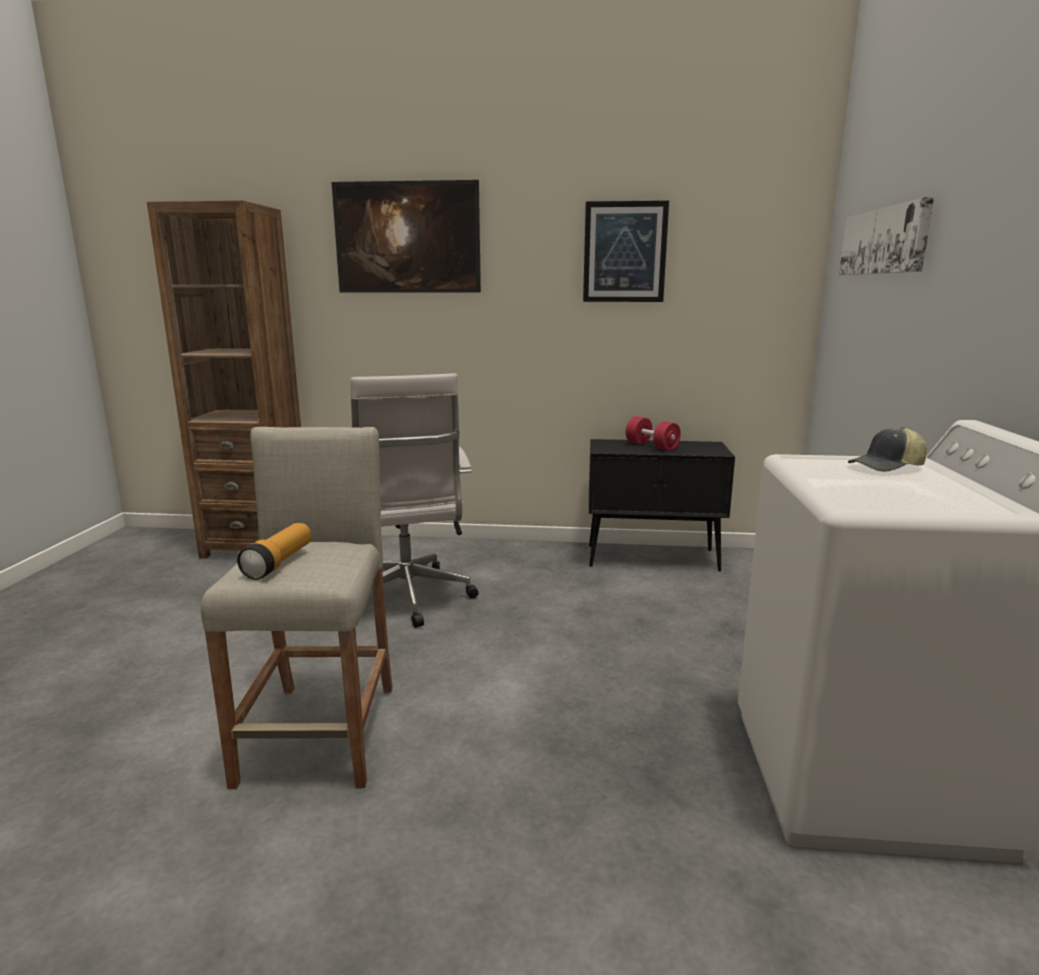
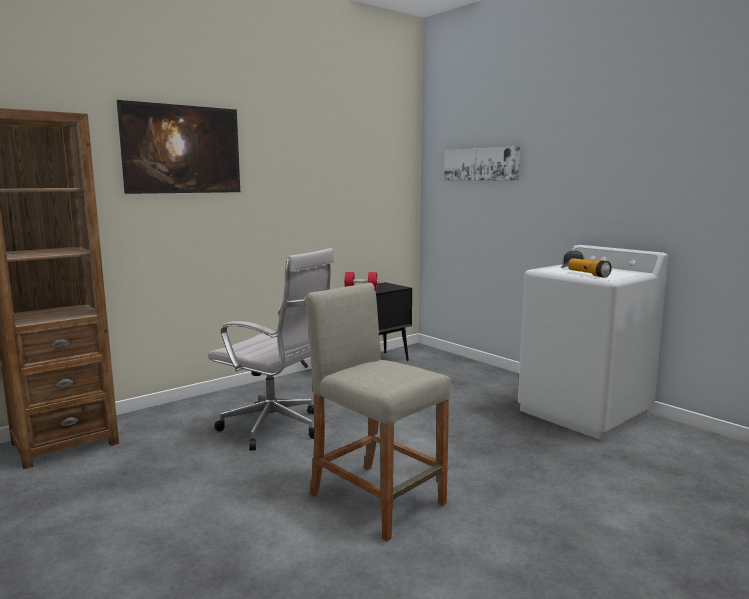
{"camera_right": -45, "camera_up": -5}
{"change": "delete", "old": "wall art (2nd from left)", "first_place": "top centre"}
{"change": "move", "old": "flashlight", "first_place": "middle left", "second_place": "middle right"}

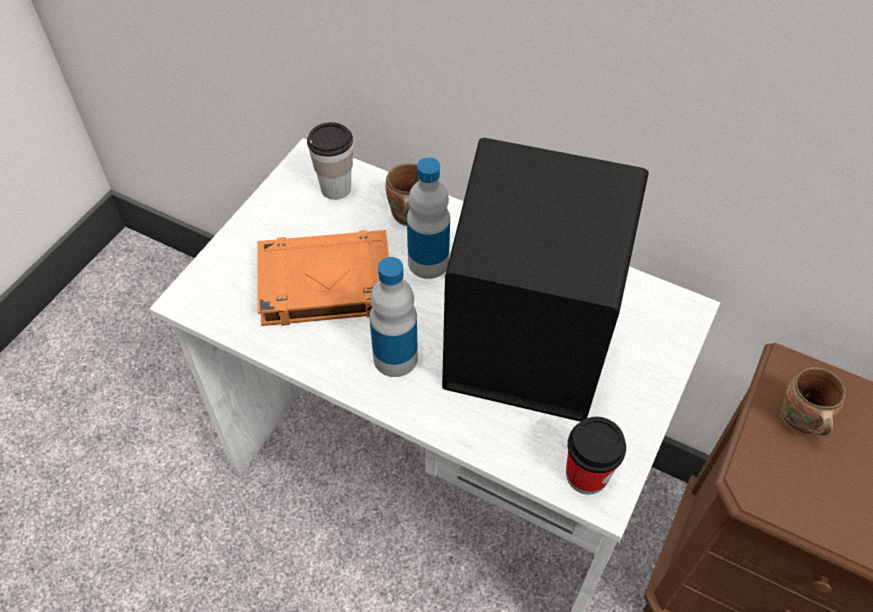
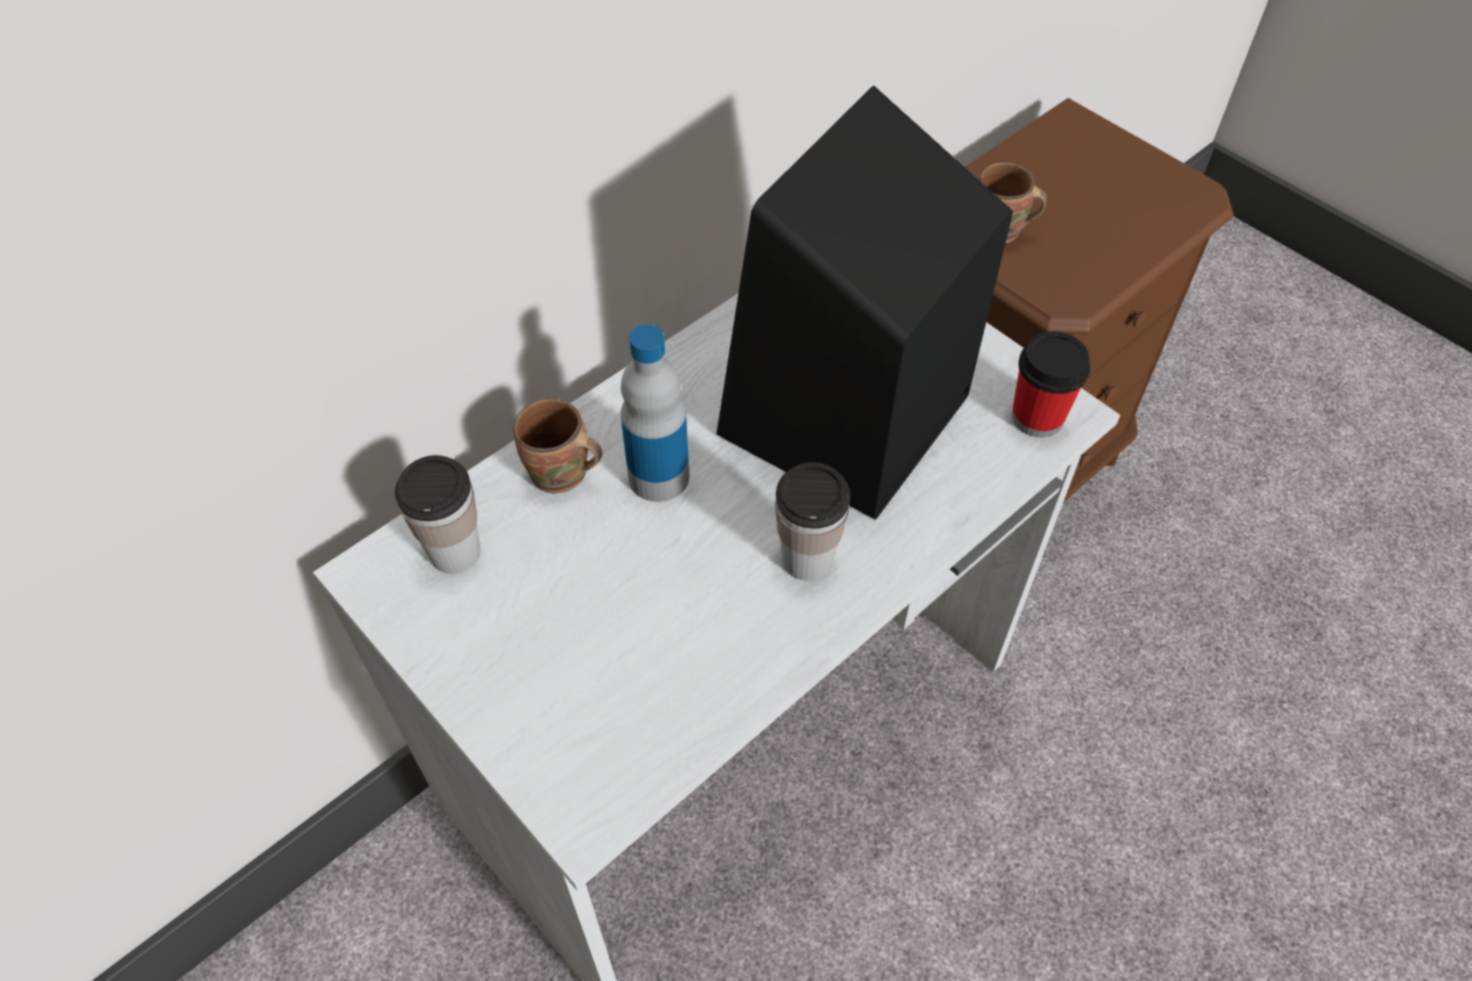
{"camera_right": -70, "camera_up": 0}
{"change": "delete", "old": "orangey book", "first_place": "centre"}
{"change": "replace", "old": "bottle (1st from left)", "new": "small cup (2nd from left)", "first_place": "centre", "second_place": "centre"}

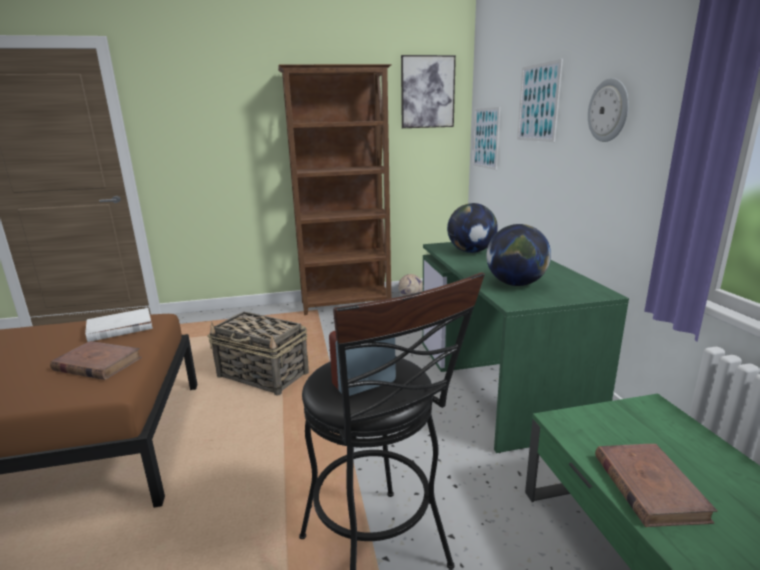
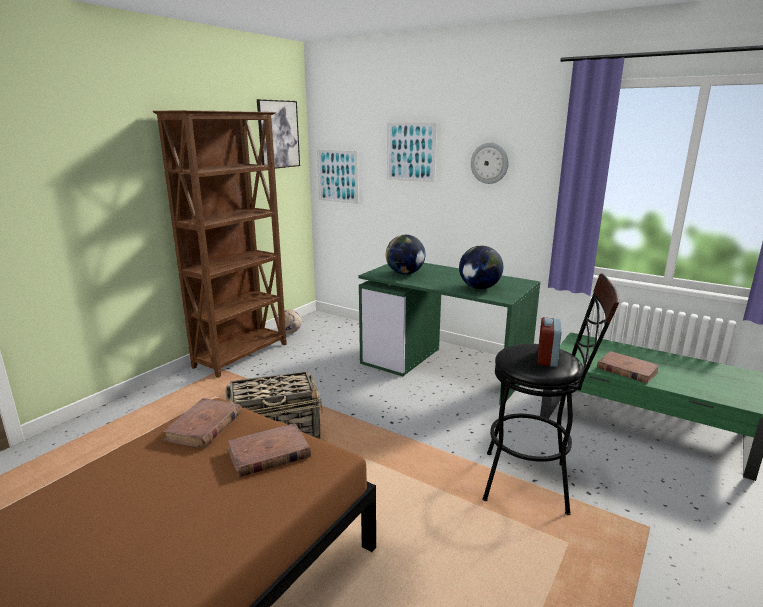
{"camera_right": -45, "camera_up": 0}
{"change": "recolor", "old": "whitish book", "new": "brownish book (1st from left)", "first_place": "middle left", "second_place": "bottom left"}

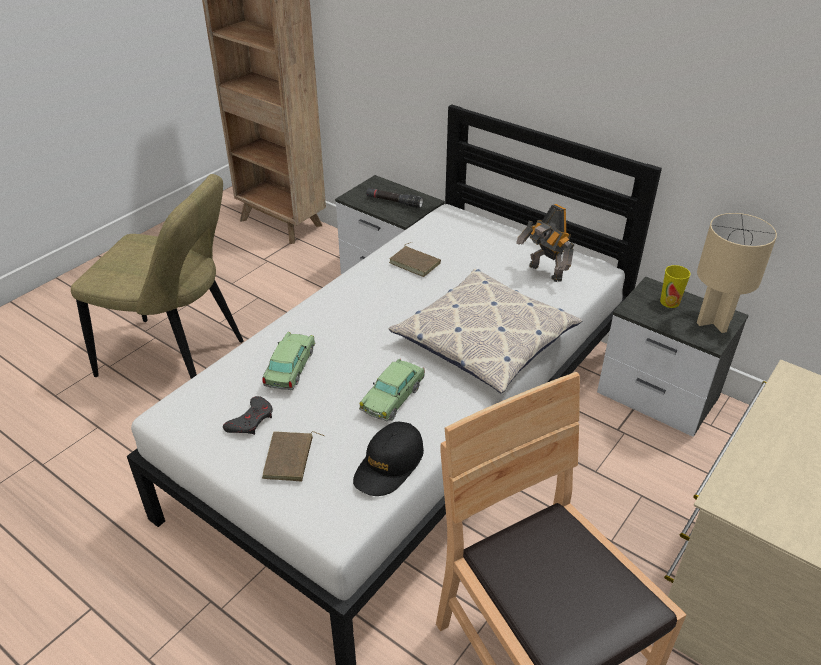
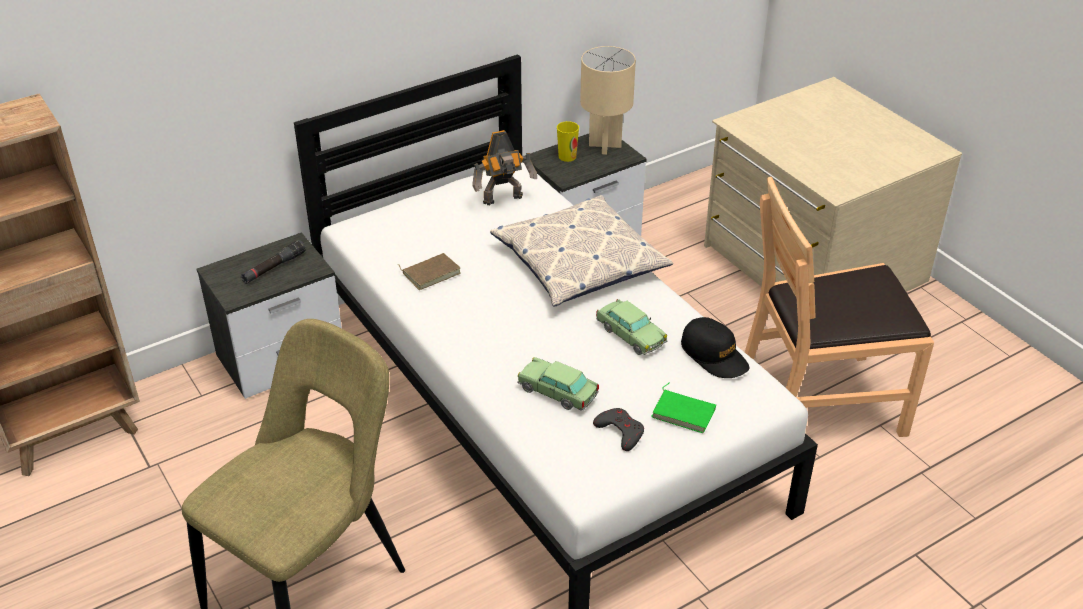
{"camera_right": -70, "camera_up": 0}
{"change": "recolor", "old": "brownish book (1st from left)", "new": "green book", "first_place": "bottom centre", "second_place": "bottom centre"}

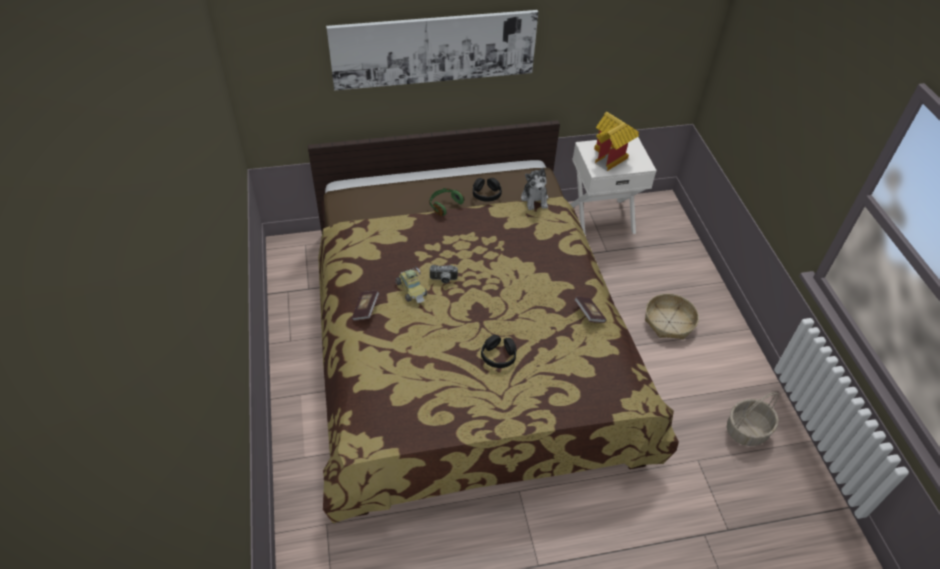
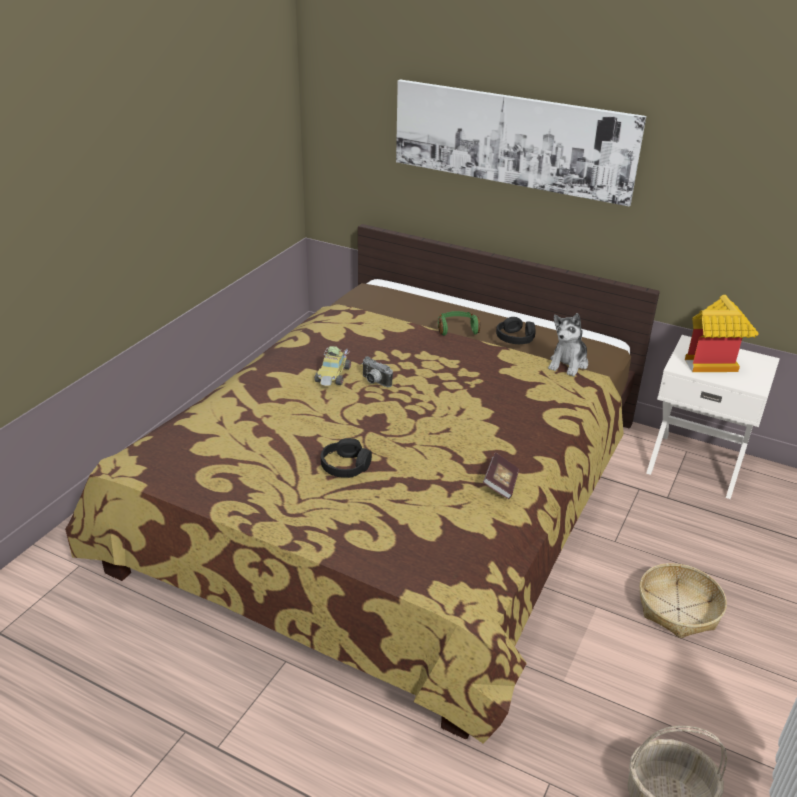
{"camera_right": 40, "camera_up": -15}
{"change": "delete", "old": "book (1st from left)", "first_place": "centre"}

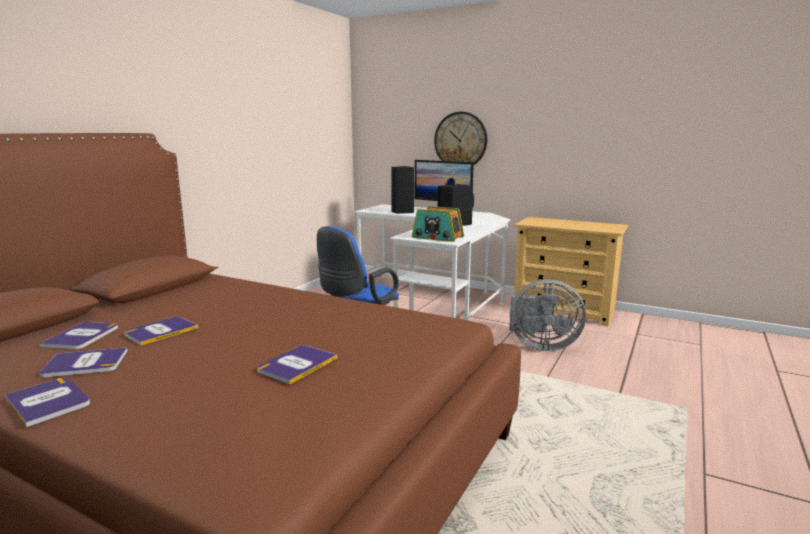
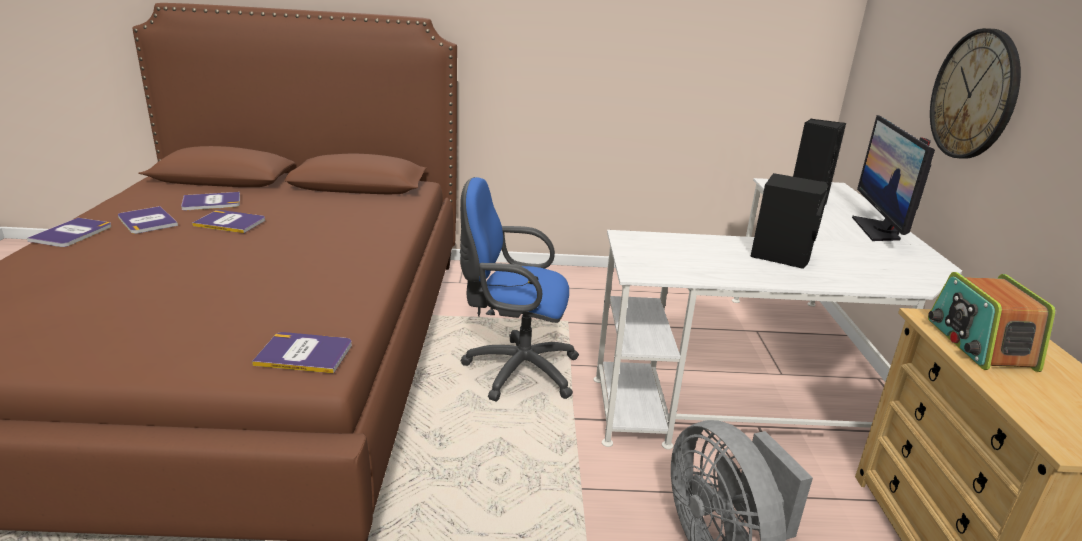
{"camera_right": 60, "camera_up": 10}
{"change": "move", "old": "book (5th from left)", "first_place": "bottom centre", "second_place": "middle left"}
{"change": "move", "old": "radio receiver", "first_place": "centre", "second_place": "middle right"}

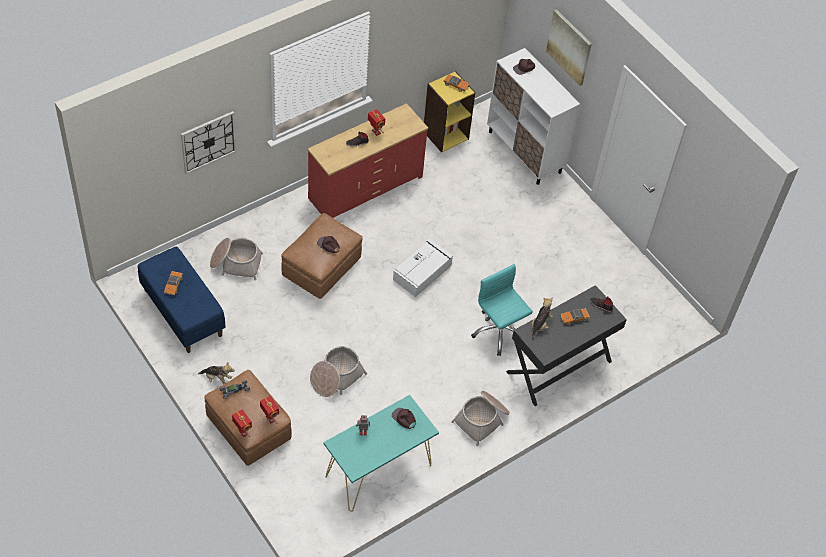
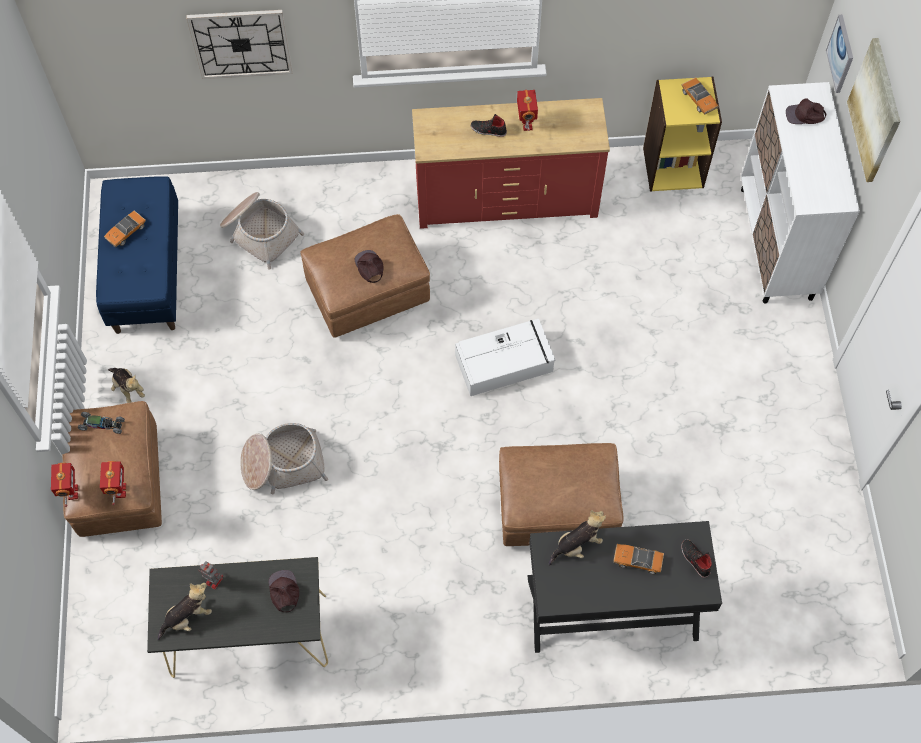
{"camera_right": 35, "camera_up": 10}
{"change": "delete", "old": "basket (3rd from left)", "first_place": "bottom centre"}
{"change": "insert", "new": "plush toy (2nd from left)", "second_place": "bottom left"}
{"change": "insert", "new": "wall art (1st from left)", "second_place": "top right"}
{"change": "replace", "old": "blue-green computer chair", "new": "brownish pouffe (3rd from left)", "first_place": "centre", "second_place": "centre"}
{"change": "recolor", "old": "blue-green hall table", "new": "black hall table", "first_place": "bottom centre", "second_place": "bottom left"}

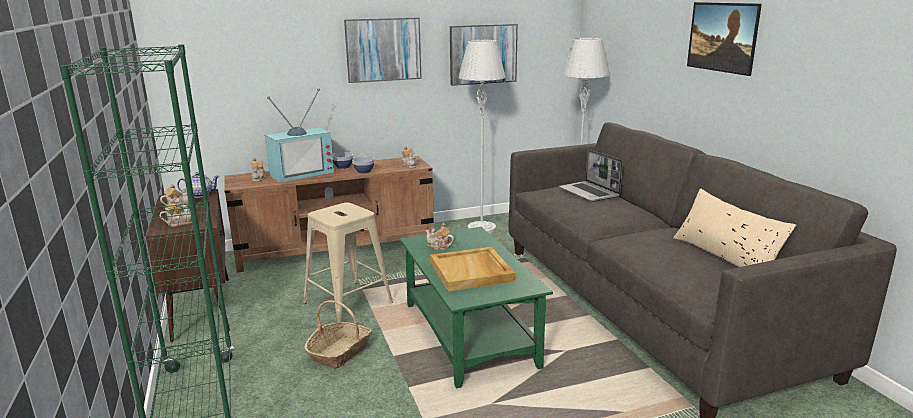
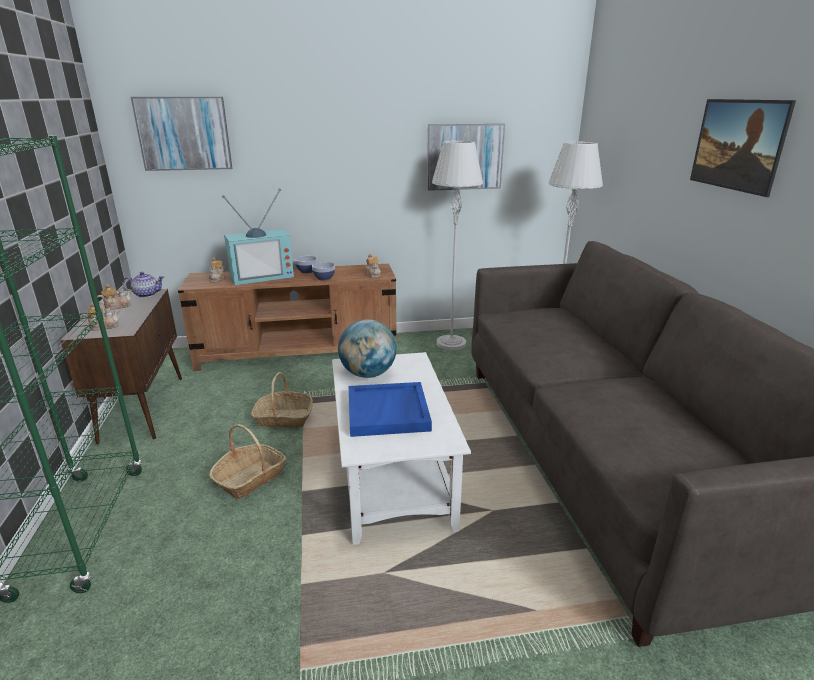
{"camera_right": 10, "camera_up": 5}
{"change": "delete", "old": "notebook computer", "first_place": "centre"}
{"change": "delete", "old": "beige cushion", "first_place": "middle right"}
{"change": "move", "old": "wall art (1st from left)", "first_place": "top centre", "second_place": "top left"}
{"change": "replace", "old": "beige stool", "new": "basket (2nd from left)", "first_place": "centre", "second_place": "centre"}
{"change": "replace", "old": "pot for tea (6th from left)", "new": "desk globe", "first_place": "centre", "second_place": "centre"}
{"change": "recolor", "old": "green lounge table", "new": "whitish lounge table", "first_place": "bottom centre", "second_place": "centre"}
{"change": "recolor", "old": "beige carrying tray", "new": "bluish carrying tray", "first_place": "centre", "second_place": "centre"}

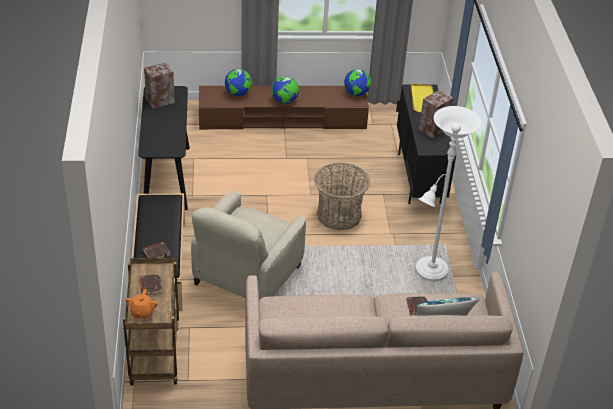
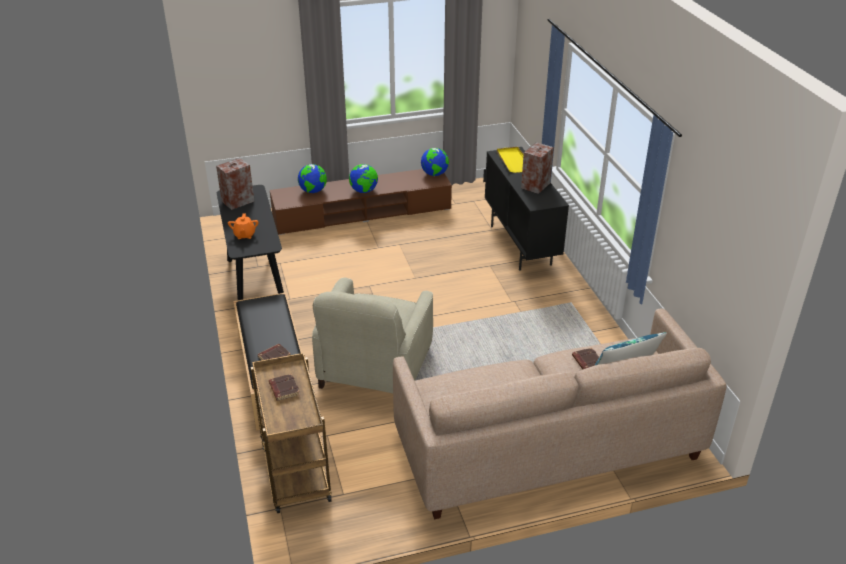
{"camera_right": -10, "camera_up": -5}
{"change": "delete", "old": "basket", "first_place": "centre"}
{"change": "delete", "old": "whitish standing lamp", "first_place": "middle right"}
{"change": "move", "old": "orangey pot for tea", "first_place": "bottom left", "second_place": "middle left"}

